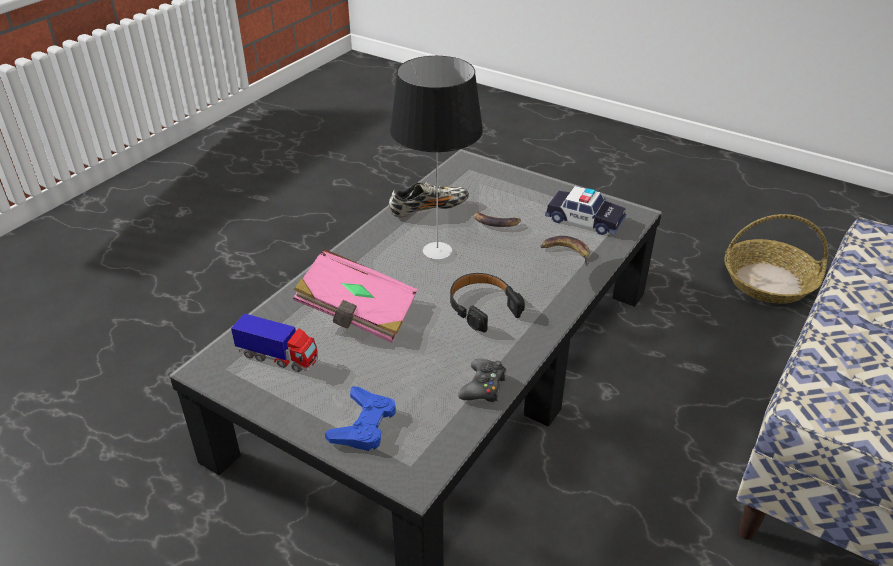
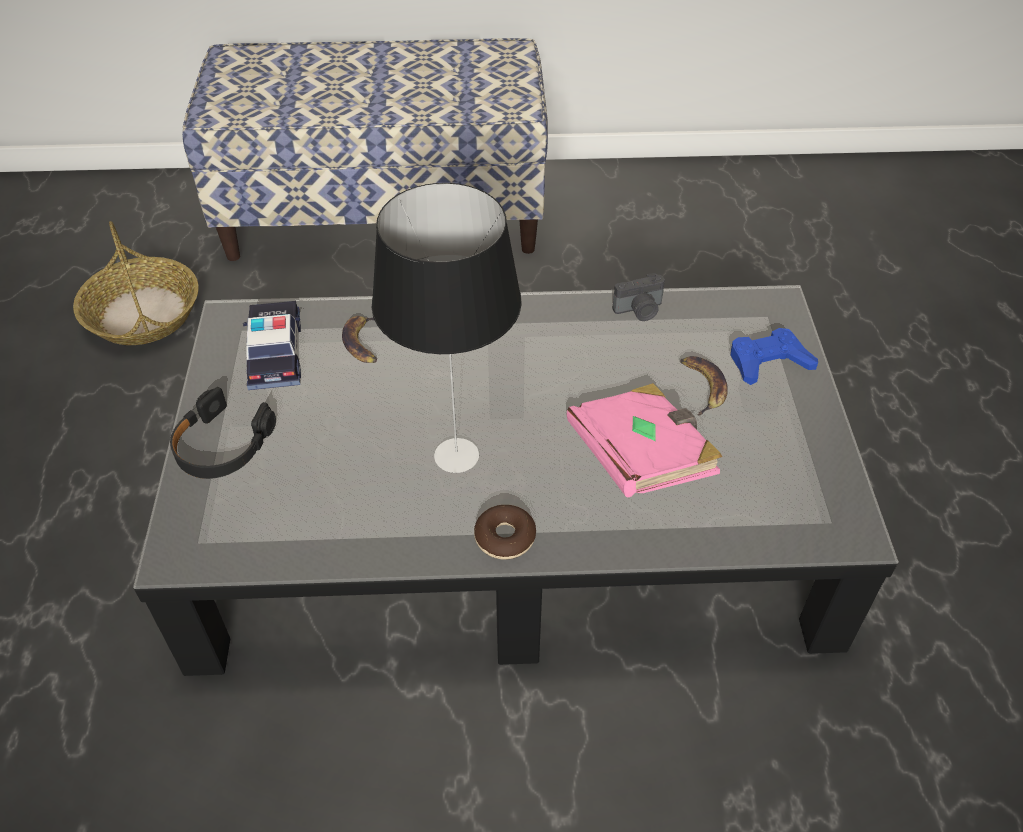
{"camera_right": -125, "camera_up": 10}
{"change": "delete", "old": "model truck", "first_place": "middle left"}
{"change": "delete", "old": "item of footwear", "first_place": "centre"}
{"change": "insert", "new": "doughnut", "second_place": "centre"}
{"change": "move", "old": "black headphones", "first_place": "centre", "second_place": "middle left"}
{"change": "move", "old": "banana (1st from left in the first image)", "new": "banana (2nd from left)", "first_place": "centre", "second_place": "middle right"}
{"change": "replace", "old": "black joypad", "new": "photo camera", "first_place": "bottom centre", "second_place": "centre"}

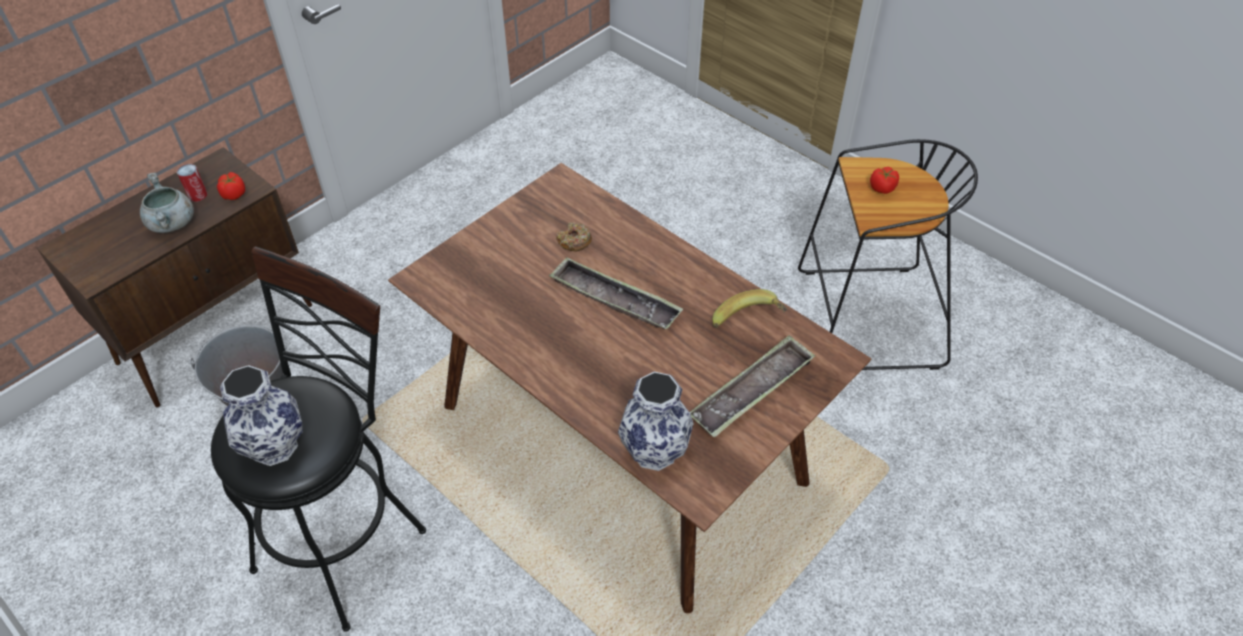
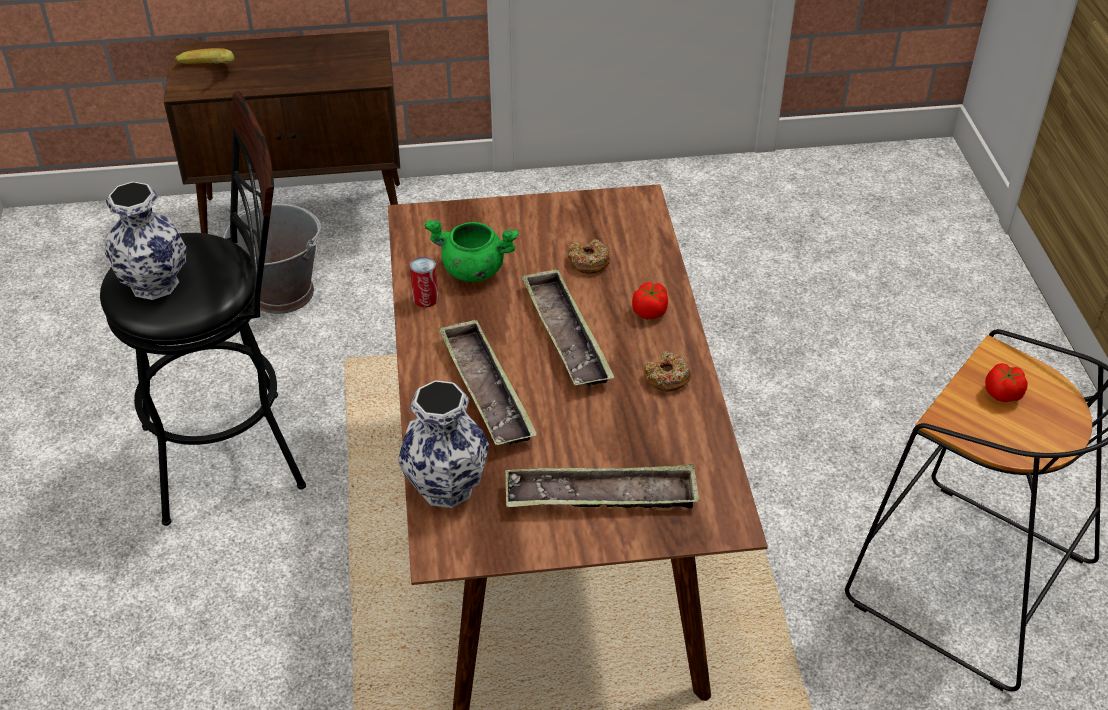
{"camera_right": 40, "camera_up": -5}
{"change": "delete", "old": "grey saucepot", "first_place": "top left"}
{"change": "insert", "new": "green saucepot", "second_place": "centre"}
{"change": "insert", "new": "carrying tray (1st from left)", "second_place": "centre"}
{"change": "insert", "new": "doughnut (2nd from left)", "second_place": "centre"}
{"change": "move", "old": "can", "first_place": "top left", "second_place": "centre"}
{"change": "move", "old": "whole tomato (1st from left)", "first_place": "top left", "second_place": "centre"}
{"change": "move", "old": "banana", "first_place": "centre", "second_place": "top left"}

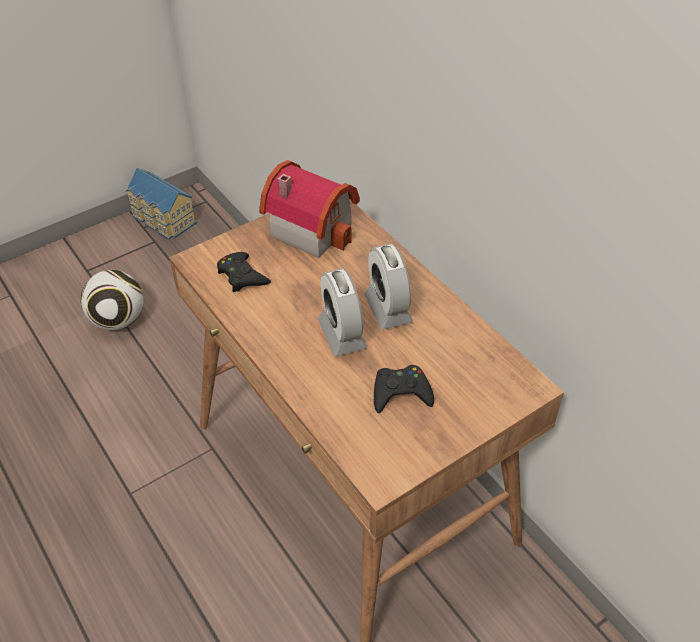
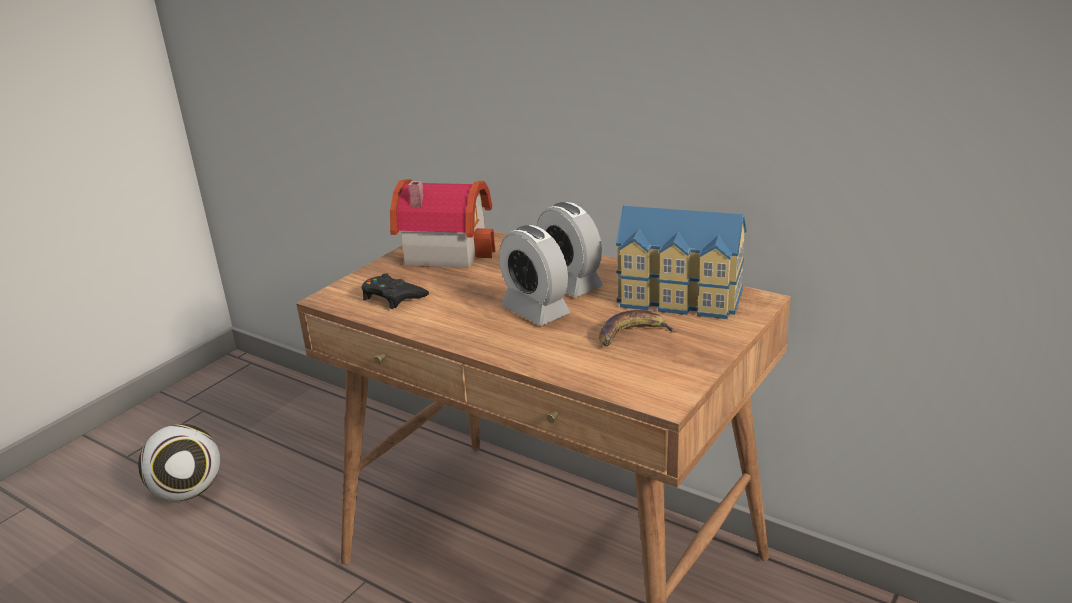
{"camera_right": -20, "camera_up": -20}
{"change": "move", "old": "model house (1st from left in the first image)", "new": "model house (2nd from left)", "first_place": "top left", "second_place": "centre"}
{"change": "replace", "old": "black joypad (2nd from left)", "new": "banana", "first_place": "centre", "second_place": "centre"}

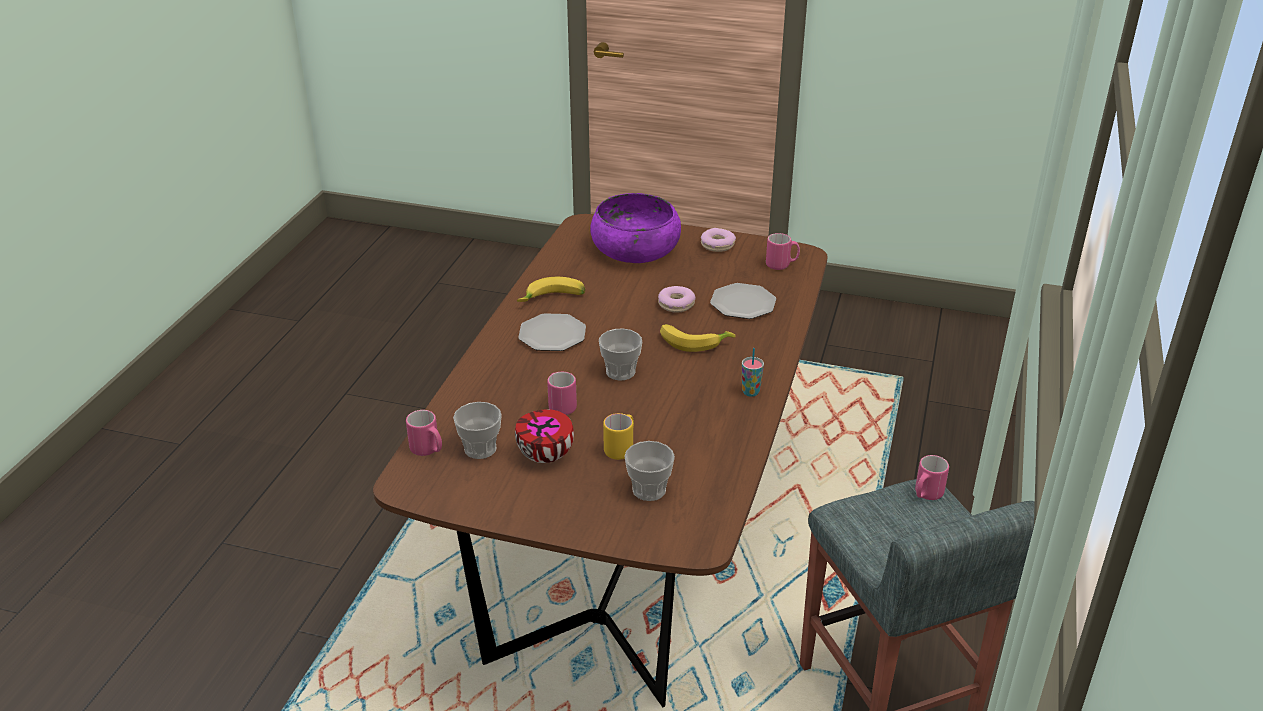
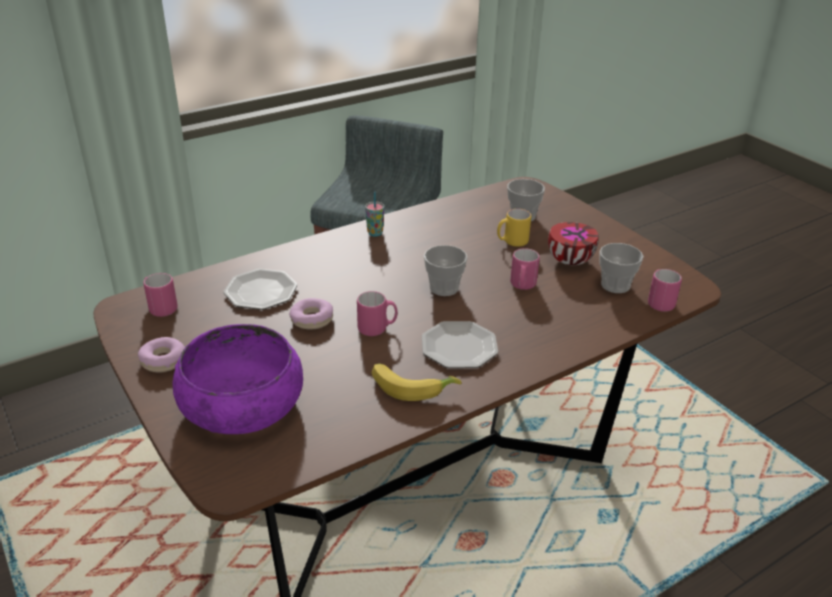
{"camera_right": -140, "camera_up": 0}
{"change": "delete", "old": "banana (2nd from left)", "first_place": "centre"}
{"change": "move", "old": "pink coffee mug (4th from left in the first image)", "new": "pink coffee mug (2nd from left)", "first_place": "bottom right", "second_place": "centre"}

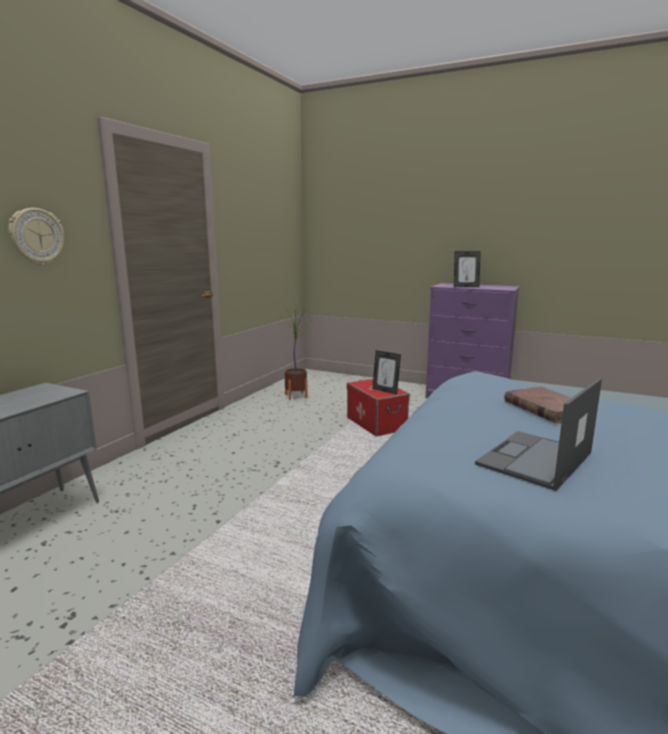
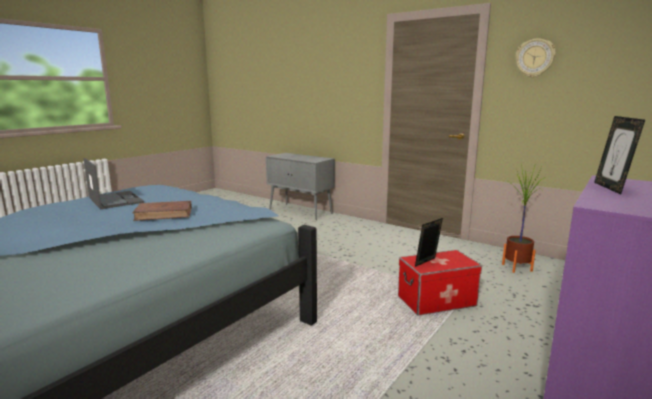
{"camera_right": 100, "camera_up": 0}
{"change": "move", "old": "wall clock", "first_place": "top left", "second_place": "top right"}

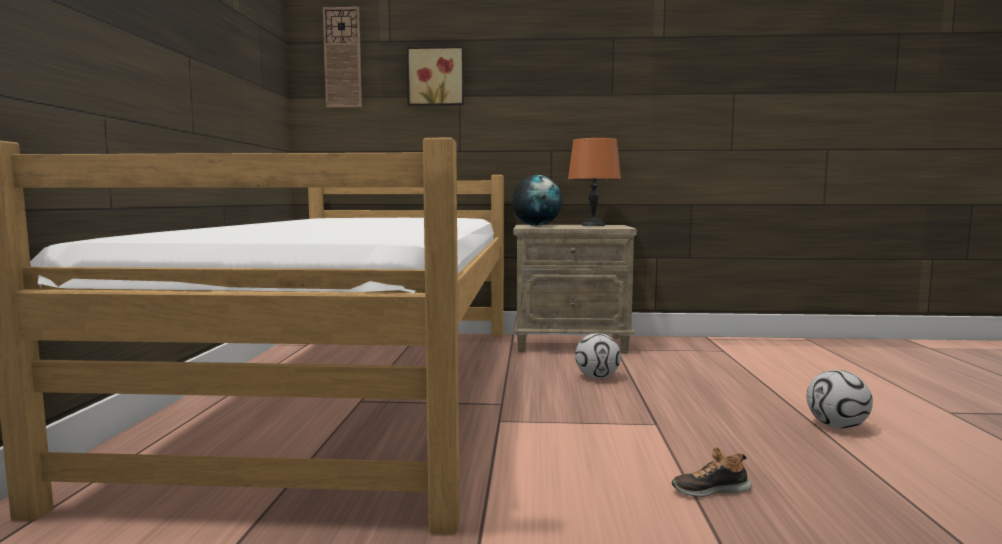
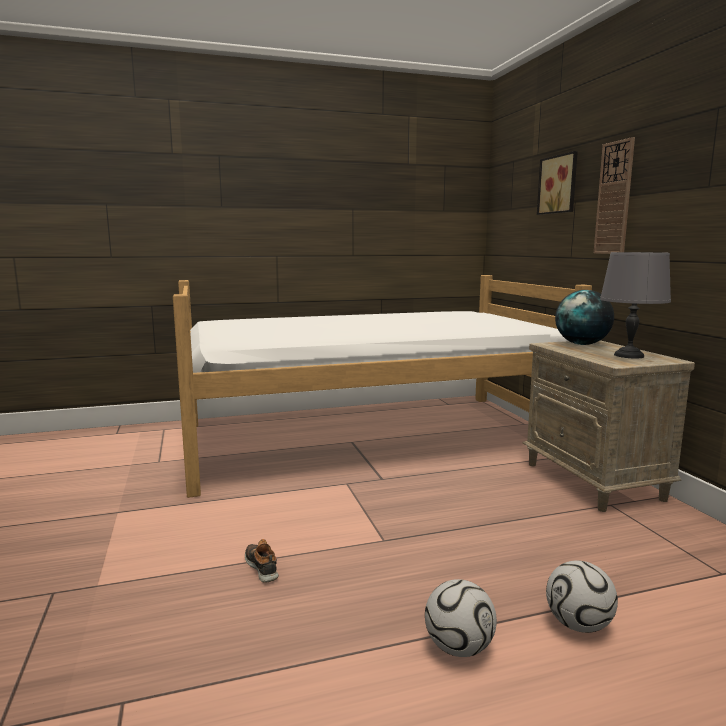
{"camera_right": 70, "camera_up": 5}
{"change": "move", "old": "wall clock", "first_place": "top centre", "second_place": "top right"}
{"change": "move", "old": "ball for football (1st from left in the first image)", "new": "ball for football (2nd from left)", "first_place": "centre", "second_place": "bottom right"}
{"change": "recolor", "old": "orangey tabletop lamp", "new": "grey tabletop lamp", "first_place": "centre", "second_place": "middle right"}

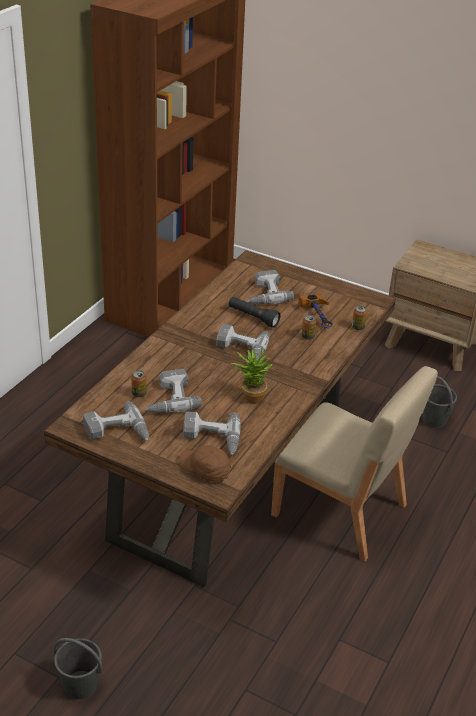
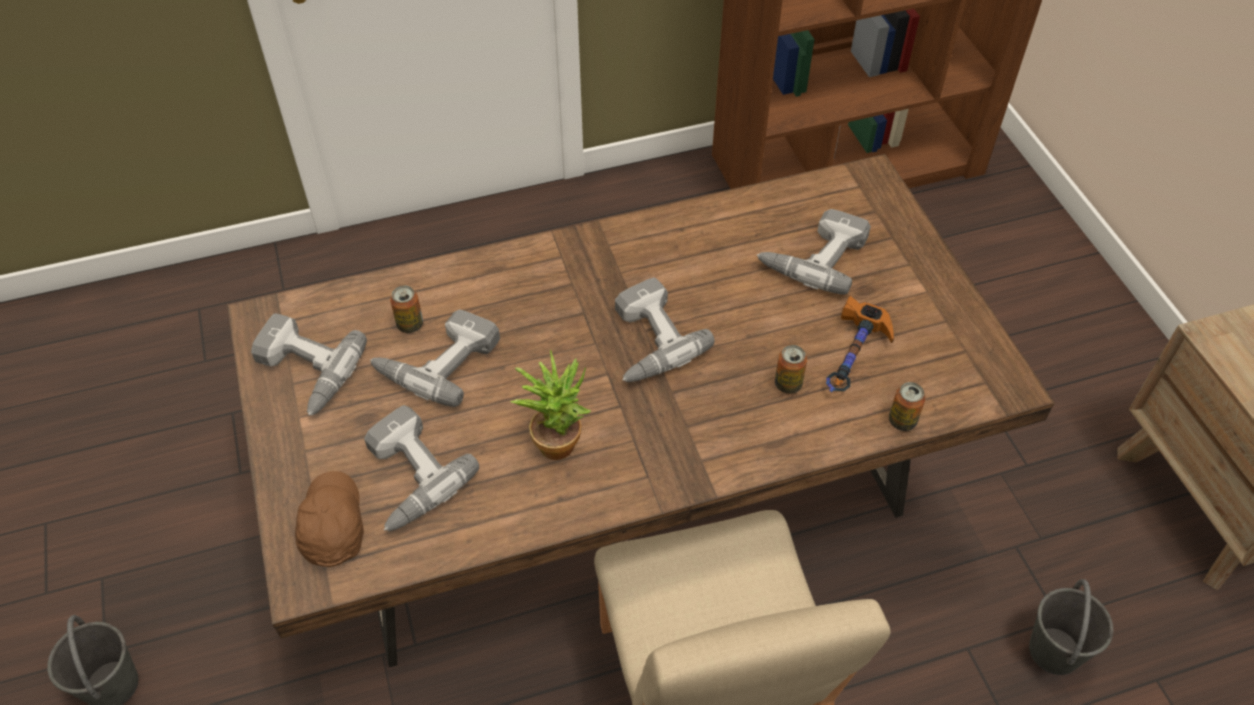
{"camera_right": 45, "camera_up": 15}
{"change": "delete", "old": "black flashlight", "first_place": "centre"}

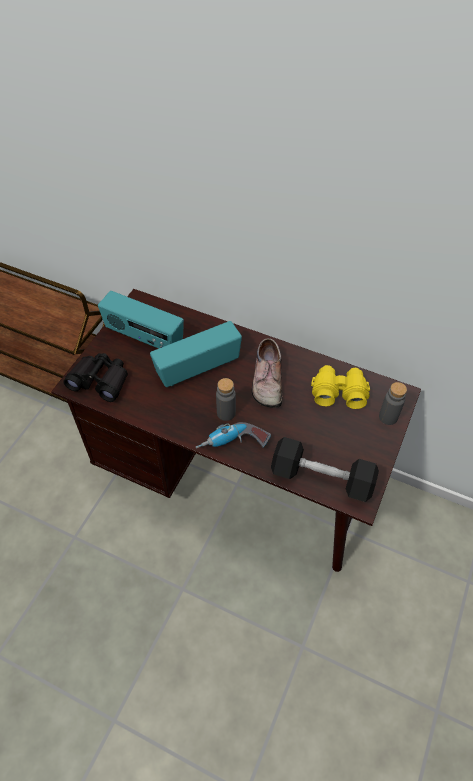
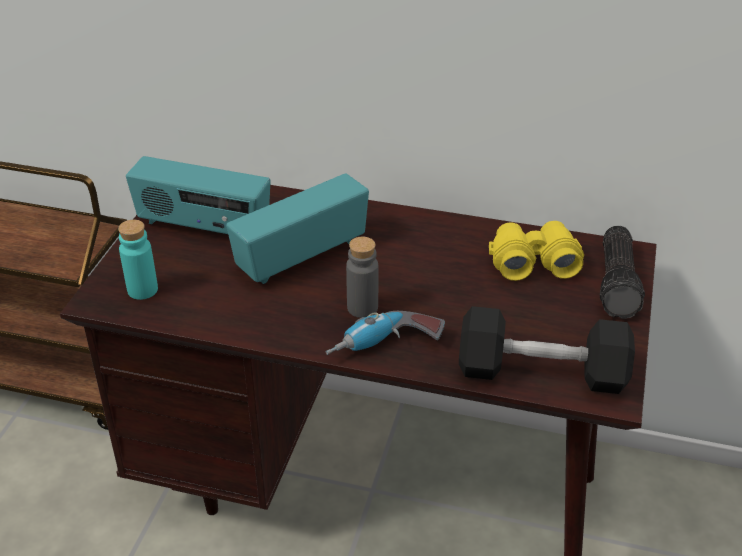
{"camera_right": -10, "camera_up": -15}
{"change": "delete", "old": "item of footwear", "first_place": "centre"}
{"change": "replace", "old": "black binoculars", "new": "blue-green bottle", "first_place": "middle left", "second_place": "middle left"}
{"change": "replace", "old": "grey bottle (2nd from left)", "new": "flashlight", "first_place": "middle right", "second_place": "middle right"}

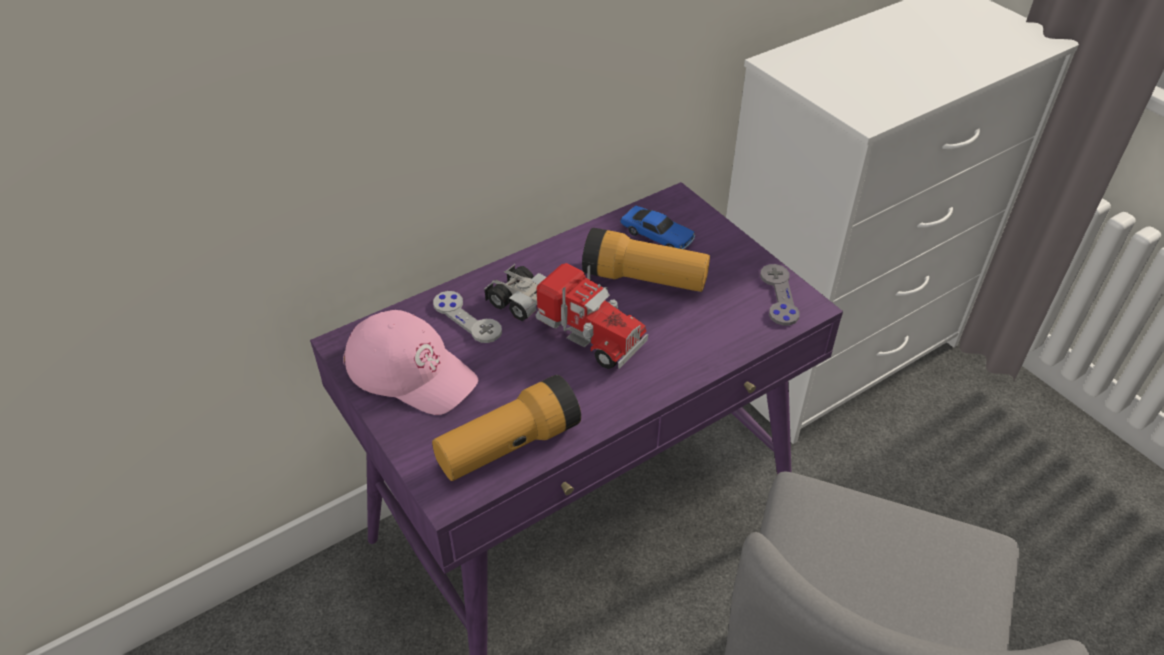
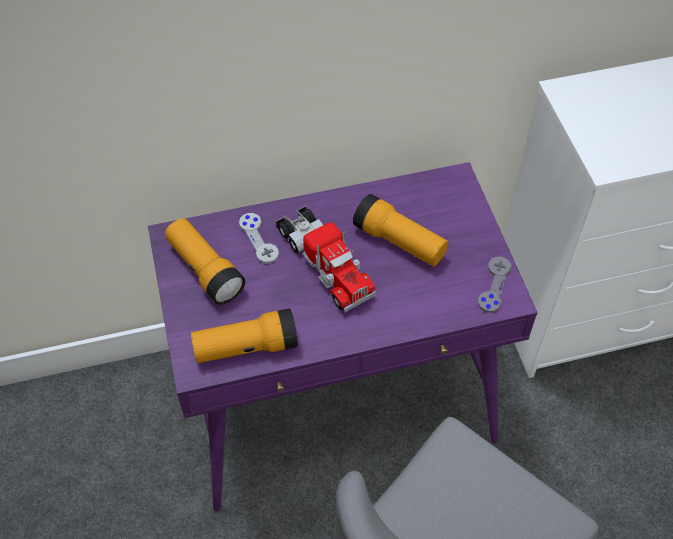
{"camera_right": 20, "camera_up": 10}
{"change": "delete", "old": "model car", "first_place": "centre"}
{"change": "replace", "old": "pink peaked cap", "new": "flashlight (1st from left)", "first_place": "centre", "second_place": "middle left"}

